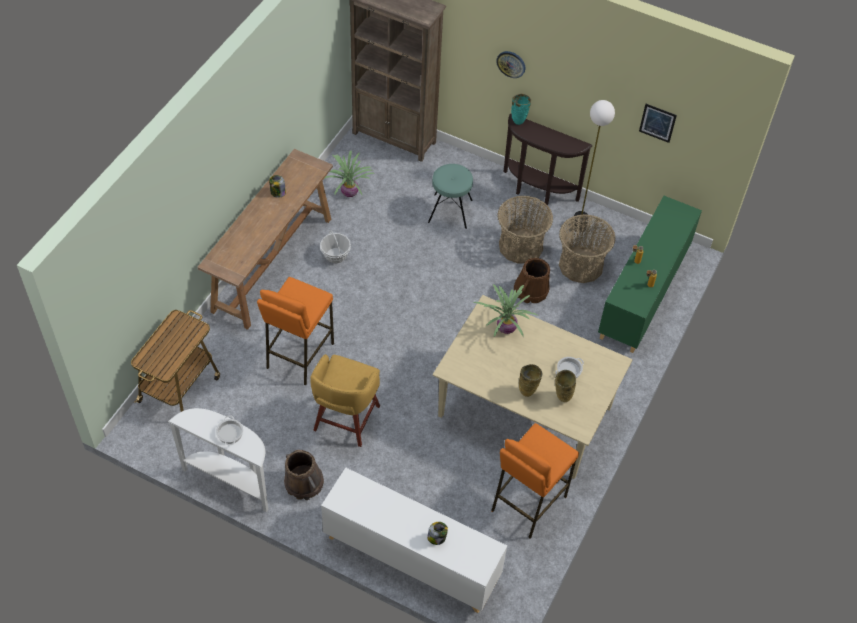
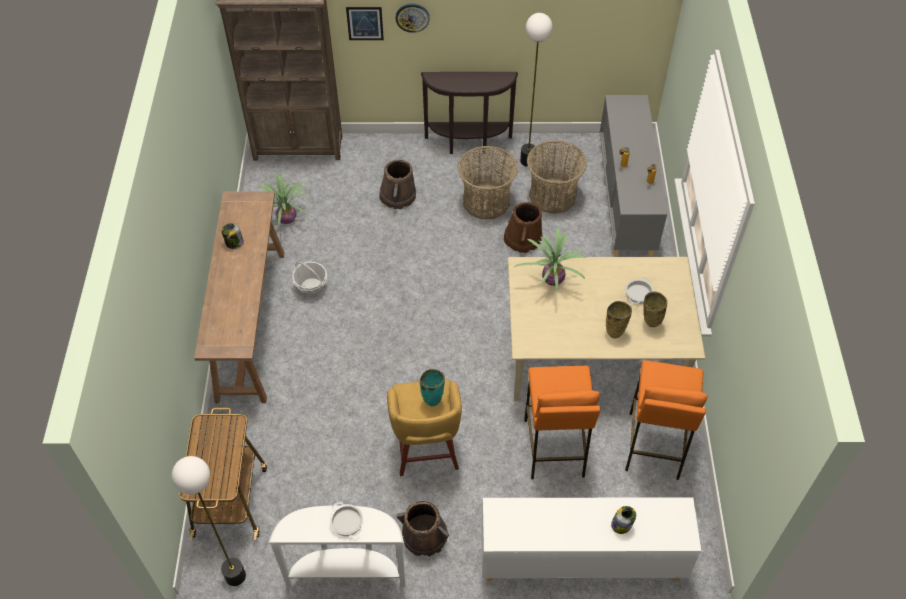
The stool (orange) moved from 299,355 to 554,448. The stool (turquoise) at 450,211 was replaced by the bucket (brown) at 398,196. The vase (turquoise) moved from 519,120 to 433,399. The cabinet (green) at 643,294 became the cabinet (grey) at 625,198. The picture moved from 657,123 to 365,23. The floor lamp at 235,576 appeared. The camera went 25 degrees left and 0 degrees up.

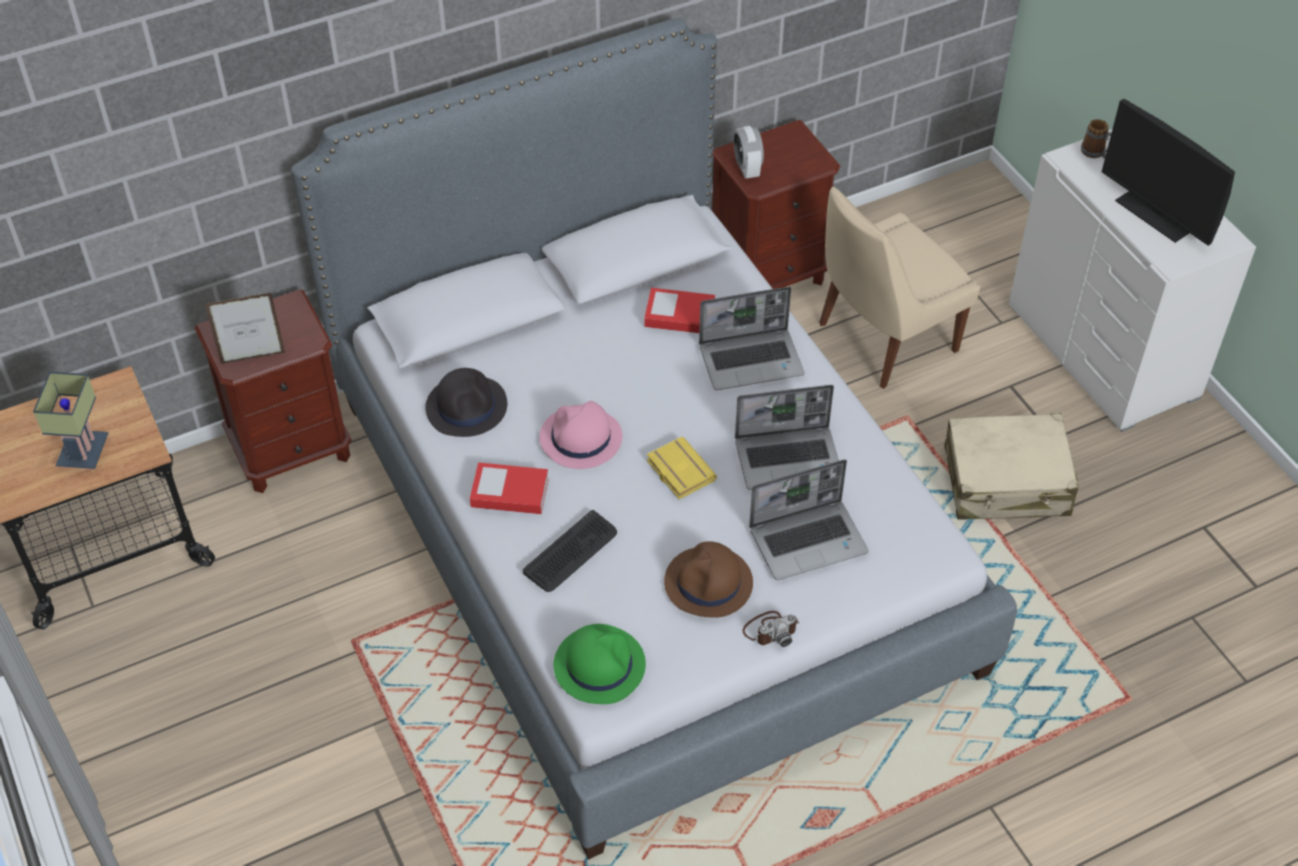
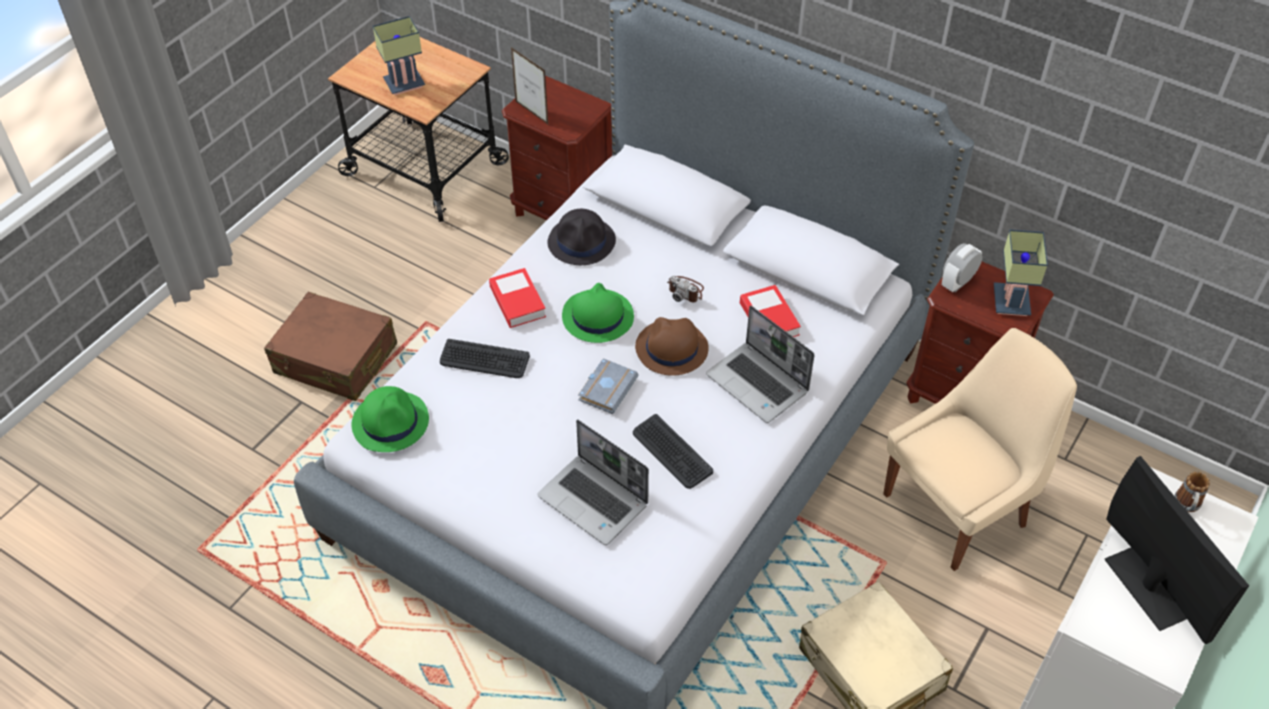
The hat (pink) at 580,438 became the hat (green) at 597,317. The book (yellow) at 678,471 became the book (grey) at 607,388. The hat (brown) moved from 708,583 to 671,349. The laptop at 789,458 was replaced by the keyboard at 671,452. The photo camera moved from 770,630 to 686,291. The chair (beige) at 883,339 turned 120 degrees clockwise. The monitor at 1156,214 turned 135 degrees clockwise. The suitcase (brown) at 336,359 appeared. The table lamp at 1008,300 appeared. The camera went 60 degrees right and 0 degrees up.

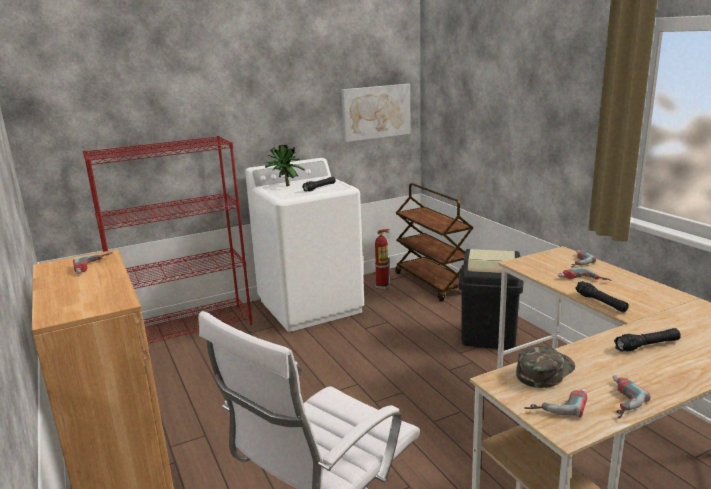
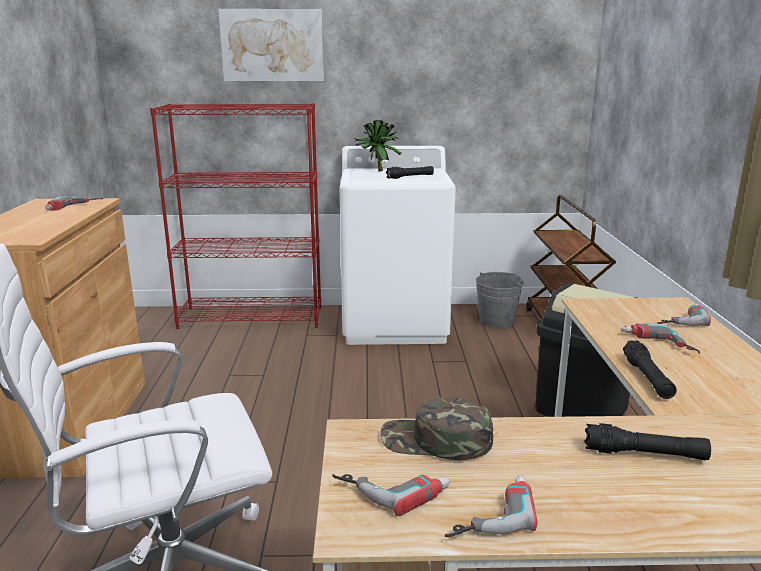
The picture moved from 376,112 to 272,45. The fire extinguisher at 382,286 was replaced by the bucket (grey) at 496,321. The cap (green) at 544,371 turned 150 degrees counterclockwise. The camera went 25 degrees right and 0 degrees up.

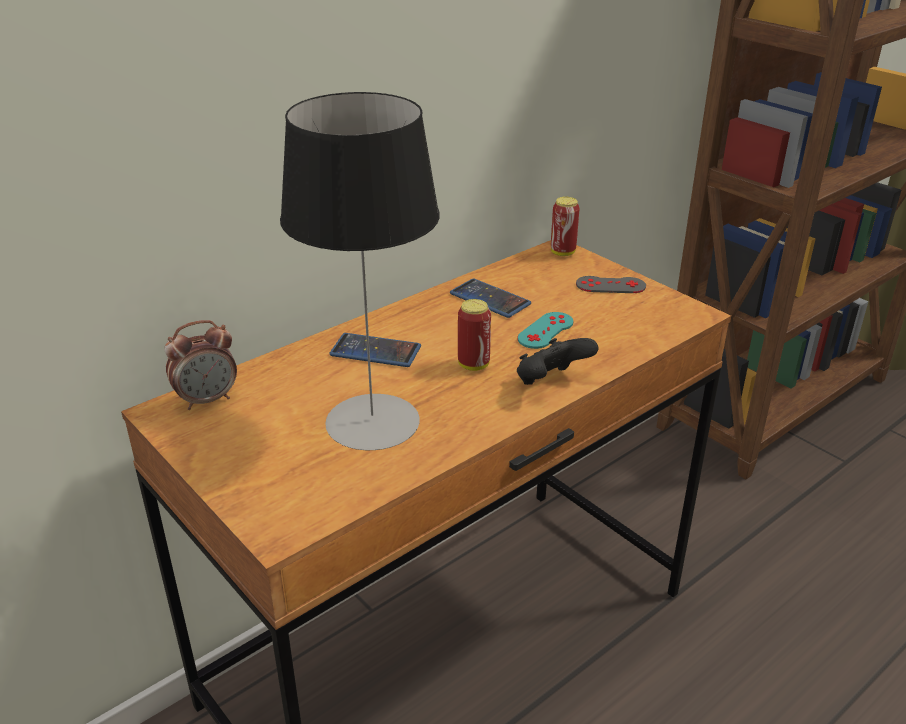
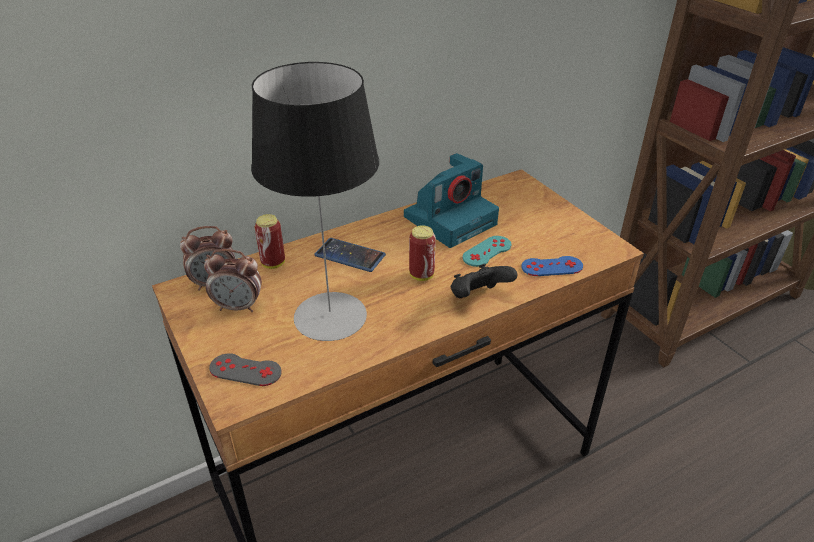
The phone at 490,299 was replaced by the photo camera at 451,219. The can moved from 562,252 to 273,263. The game controller (grey) moved from 610,285 to 245,370. The alarm clock at 239,306 appeared. The game controller (blue) at 552,266 appeared. The camera went 10 degrees right and 5 degrees up.

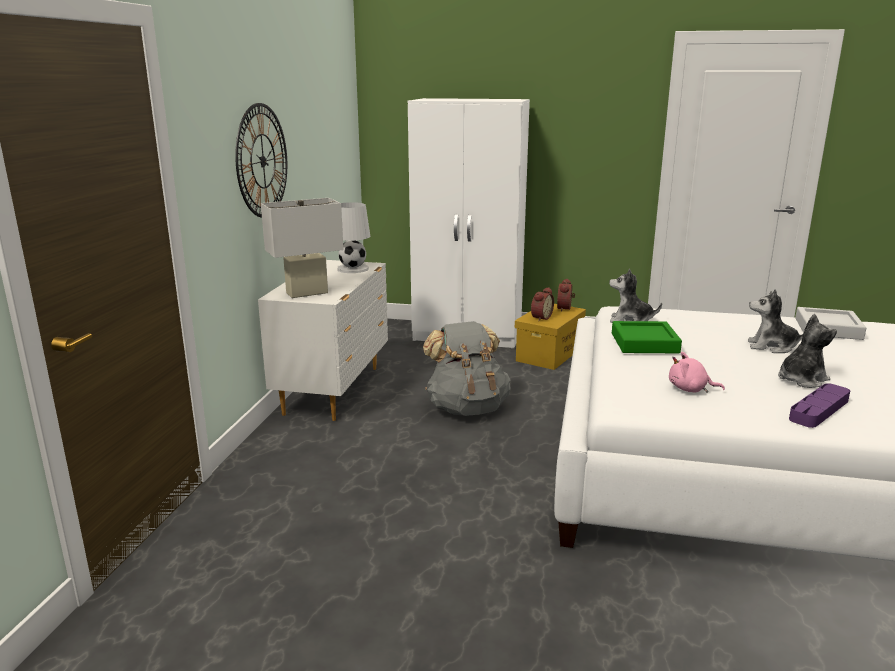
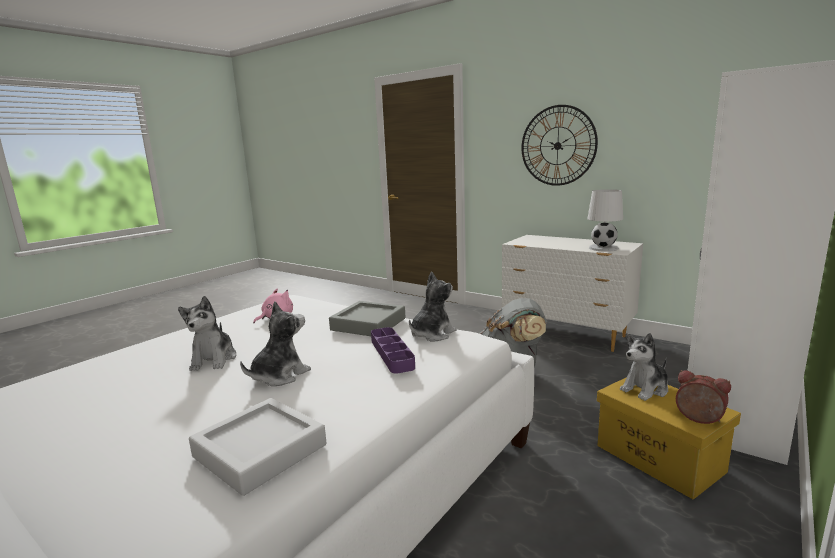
The table lamp (white) at 307,293 disappeared. The alarm clock at 540,318 was replaced by the plush toy at 645,389. The tray (green) at 644,343 became the tray (grey) at 368,324. The tray (purple) moved from 819,410 to 392,353. The camera went 115 degrees right and 5 degrees down.

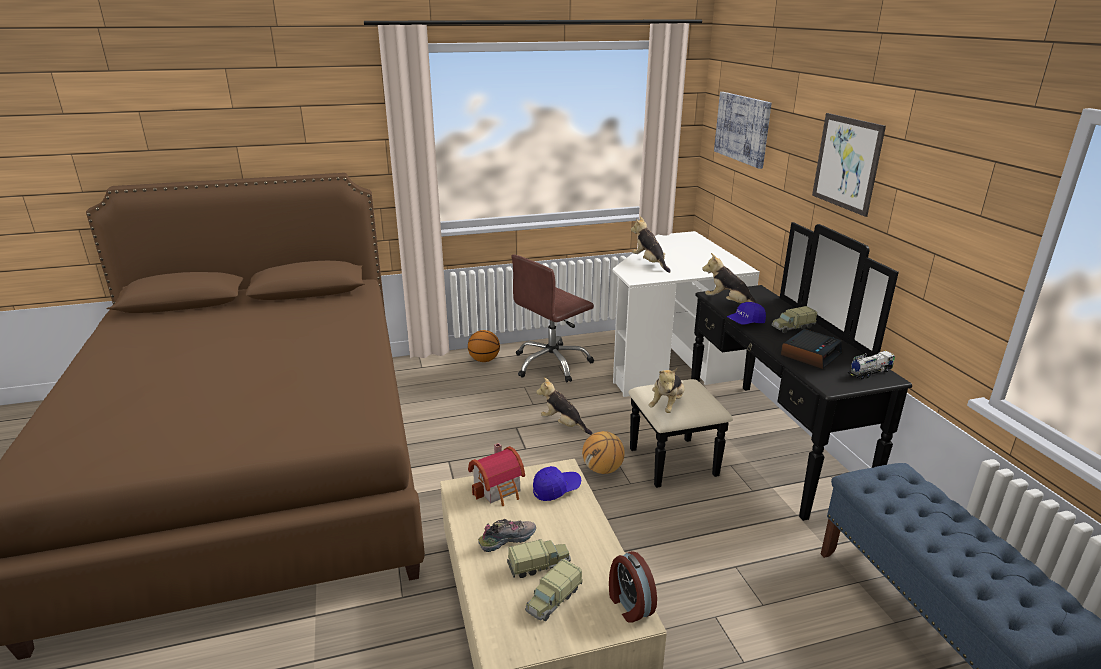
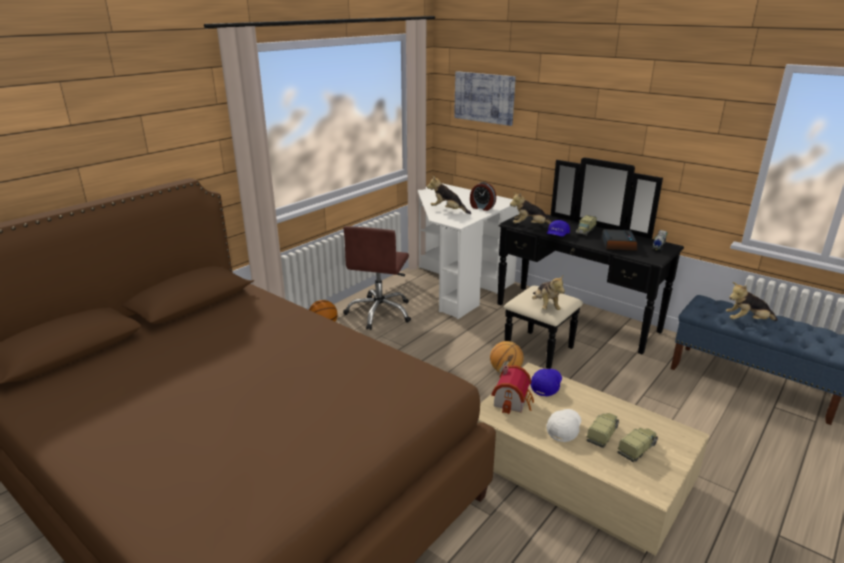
The shoe at 507,539 was replaced by the cap (white) at 564,429. The toy truck at 553,600 turned 135 degrees counterclockwise. The plush toy moved from 563,424 to 747,321. The alarm clock moved from 629,604 to 482,207. The picture at 847,163 disappeared. The camera went 35 degrees left and 0 degrees up.

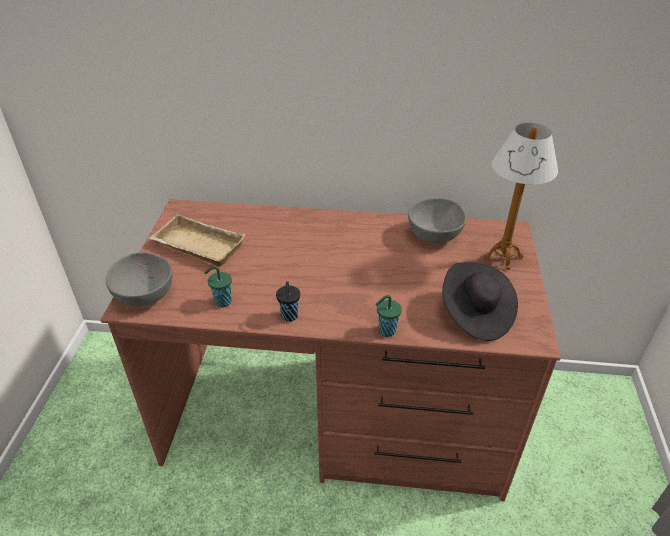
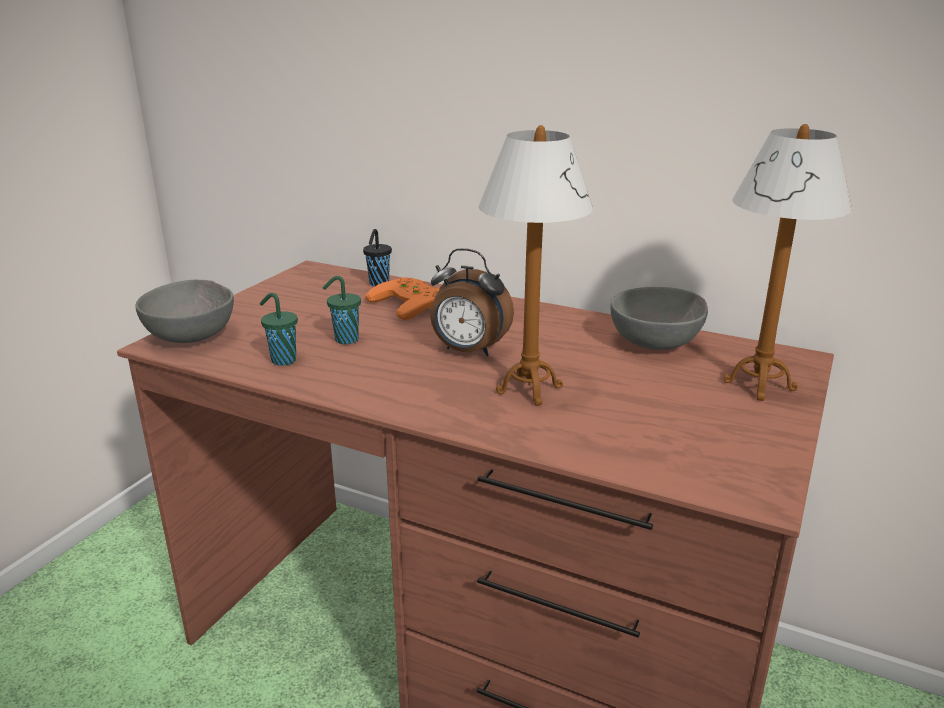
The tray (beige) at 196,246 disappeared. The cup (black) moved from 289,317 to 378,284. The cup (green) moved from 386,331 to 345,340. The hat (black) at 475,314 disappeared. The game controller (orange) at 412,303 appeared. The alarm clock at 468,351 appeared. The table lamp at 528,389 appeared. The camera went 20 degrees right and 15 degrees down.

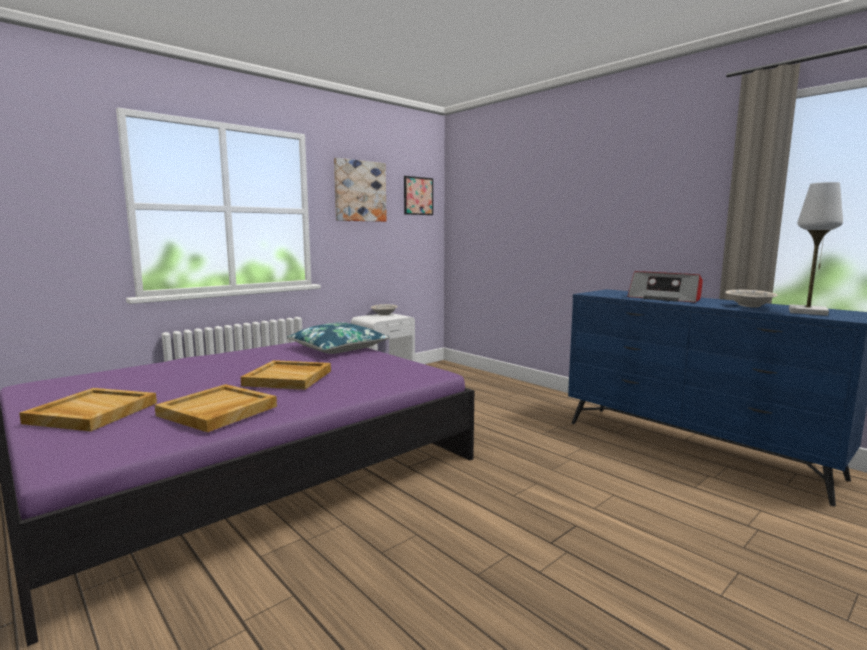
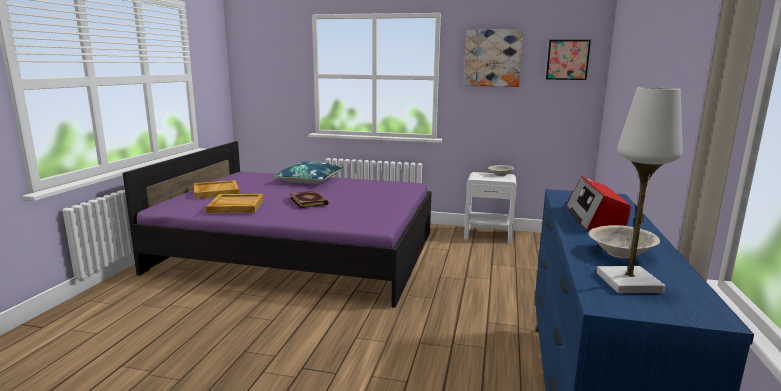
The tray (beige) at 289,378 was replaced by the book at 309,201. The pillow (blue) moved from 338,349 to 309,180. The camera went 55 degrees right and 5 degrees up.

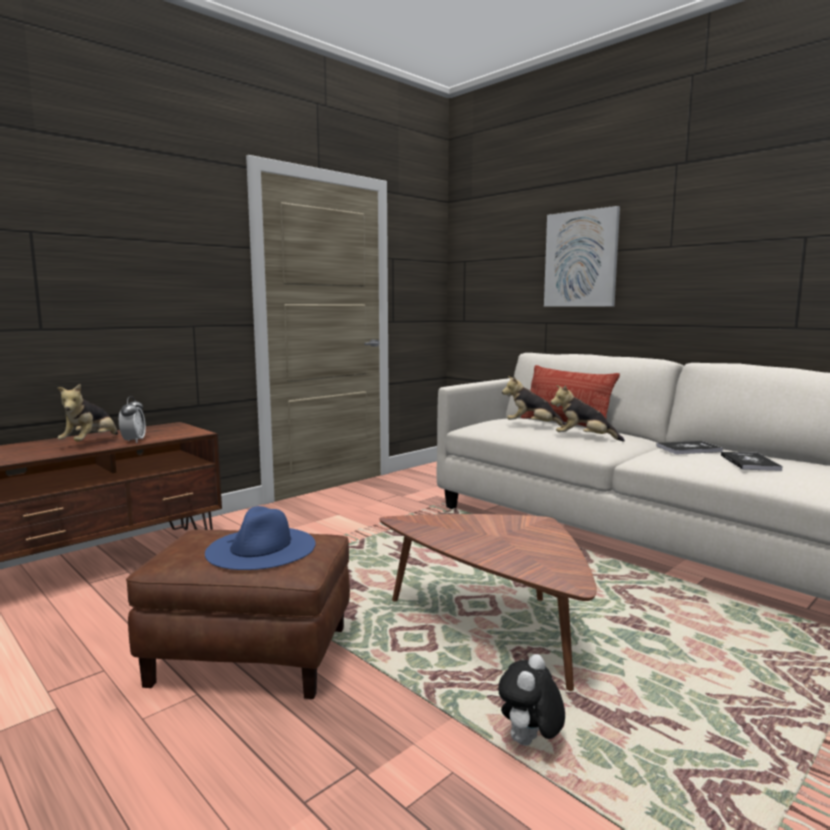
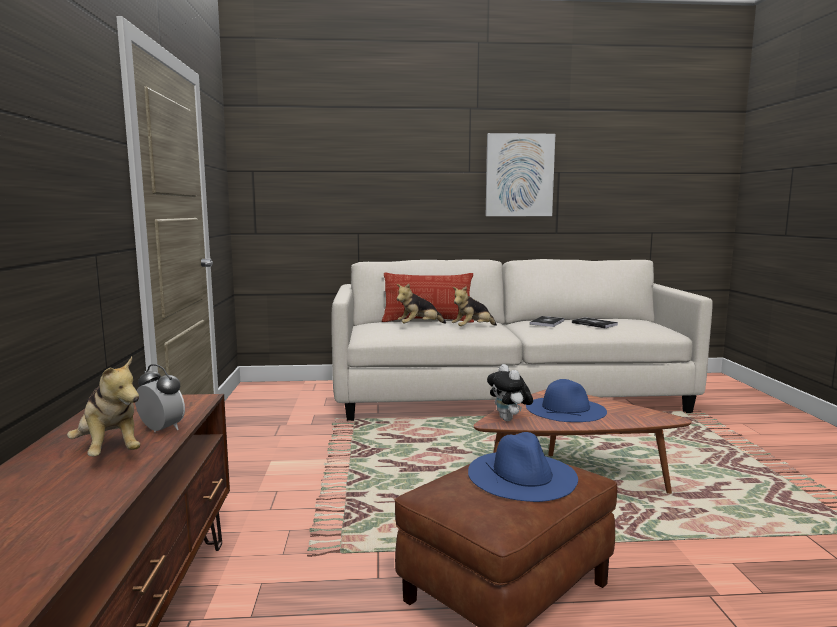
The plush toy moved from 529,743 to 509,419. The picture moved from 581,259 to 519,175. The hat (blue) at 565,409 appeared. The camera went 50 degrees left and 0 degrees up.

